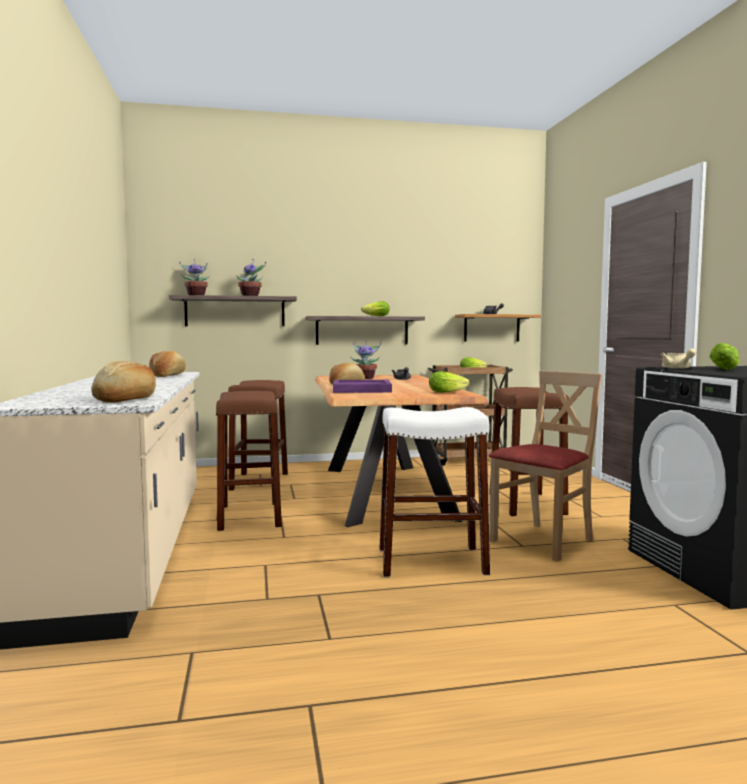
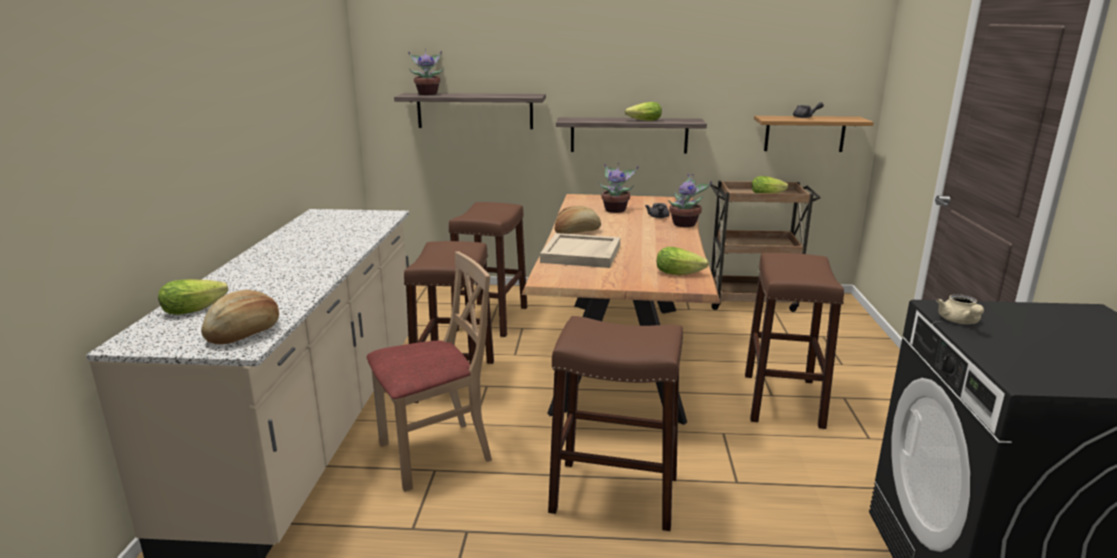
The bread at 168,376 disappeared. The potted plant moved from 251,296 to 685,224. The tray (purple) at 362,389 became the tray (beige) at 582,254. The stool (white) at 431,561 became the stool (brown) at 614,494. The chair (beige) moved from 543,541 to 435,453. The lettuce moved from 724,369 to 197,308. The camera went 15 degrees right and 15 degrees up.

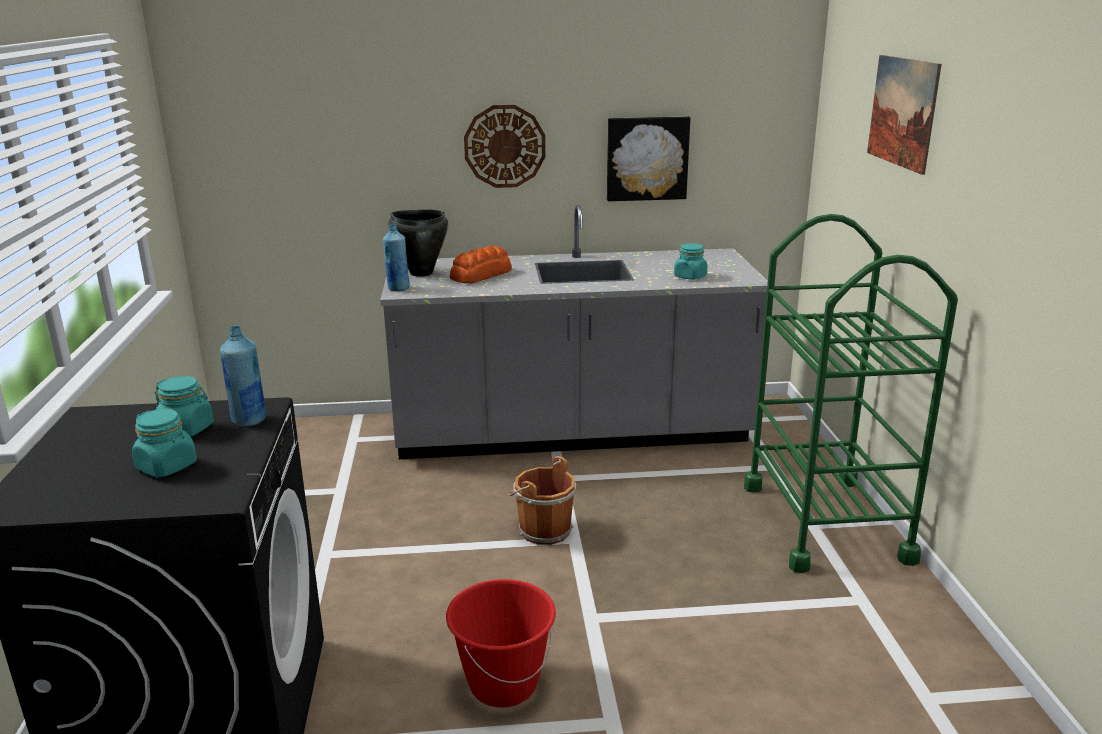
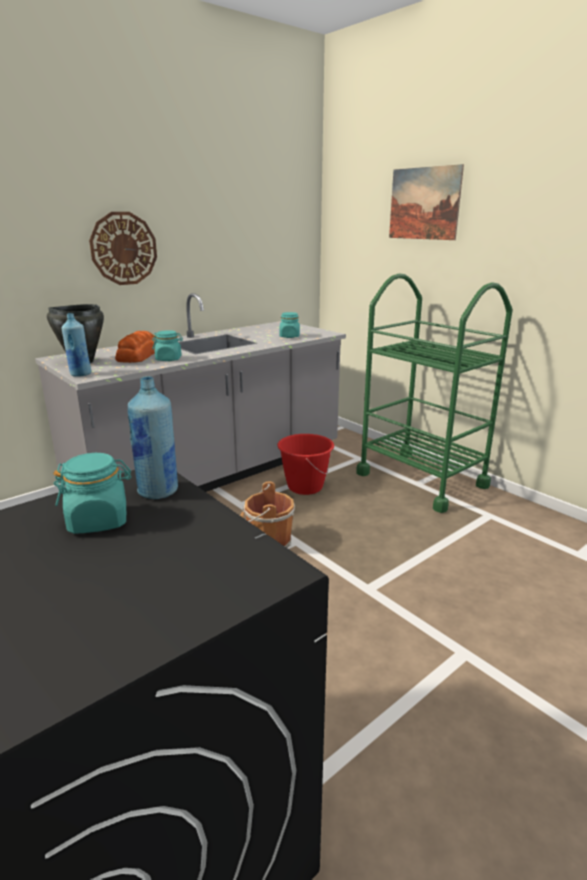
The jar (turquoise) moved from 167,466 to 169,359. The bucket (red) moved from 503,684 to 305,487. The picture at 647,158 disappeared. The camera went 35 degrees left and 0 degrees up.

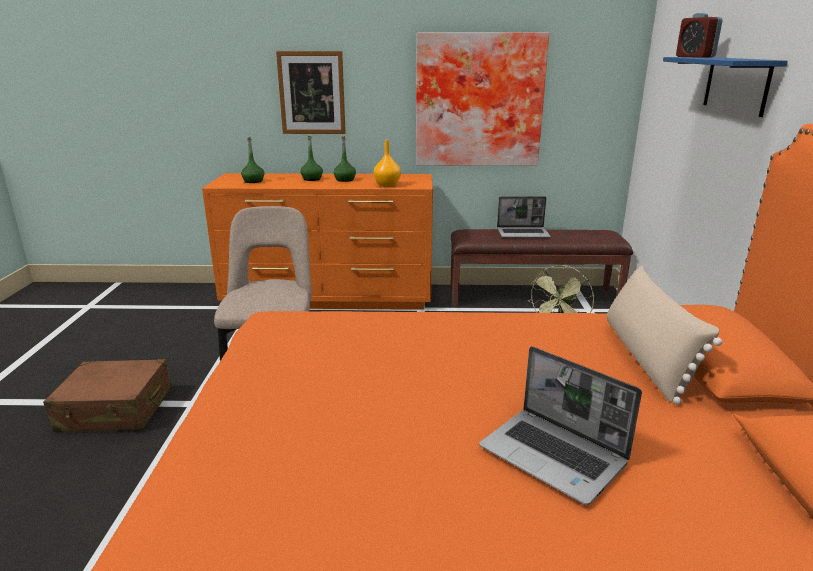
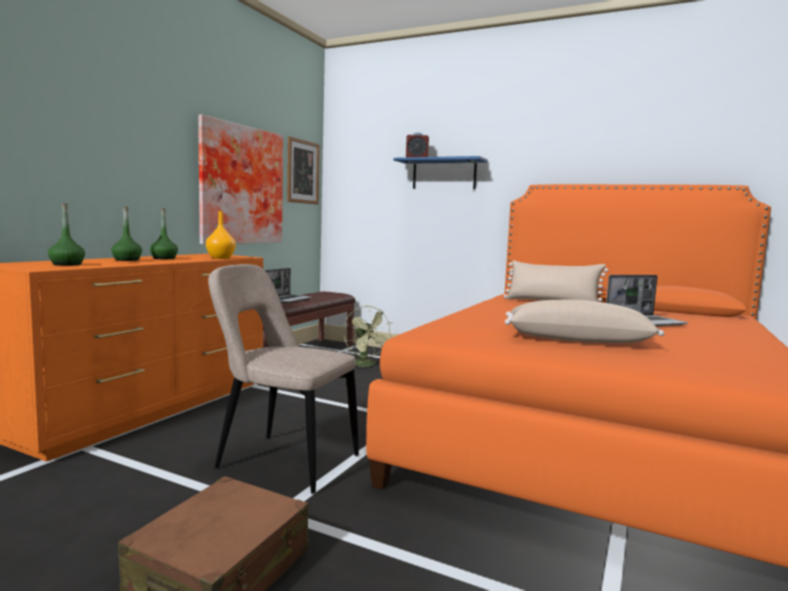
The picture moved from 312,93 to 303,172. The pillow (beige) at 577,340 appeared. The camera went 65 degrees left and 15 degrees down.

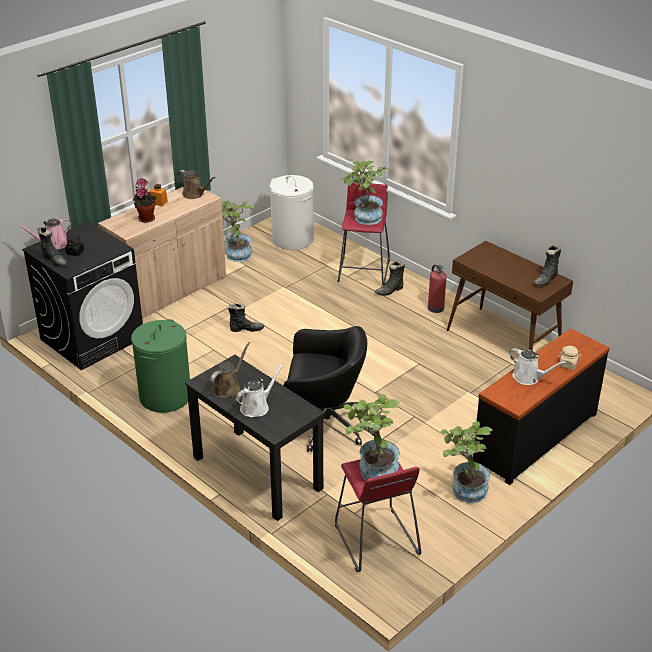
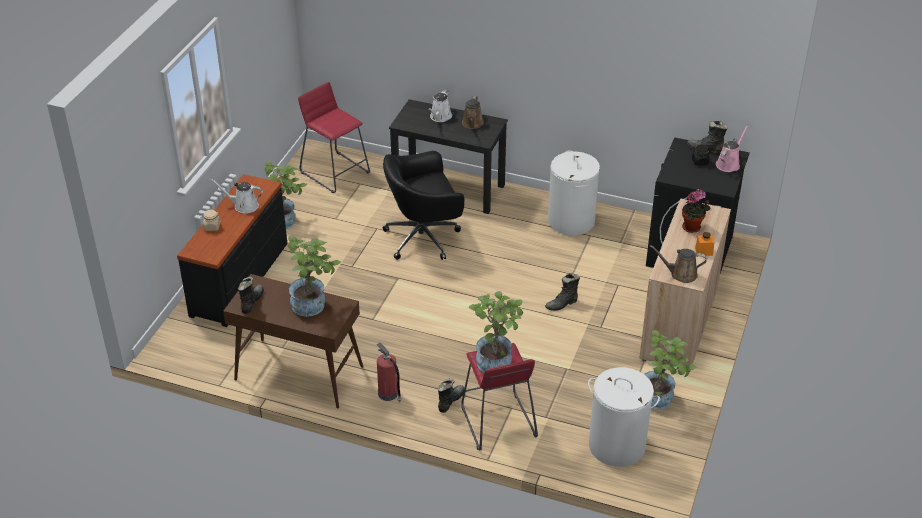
The laundry basket (green) at 165,396 became the laundry basket (white) at 571,221. The potted plant moved from 372,470 to 313,305. The camera went 155 degrees right and 5 degrees up.

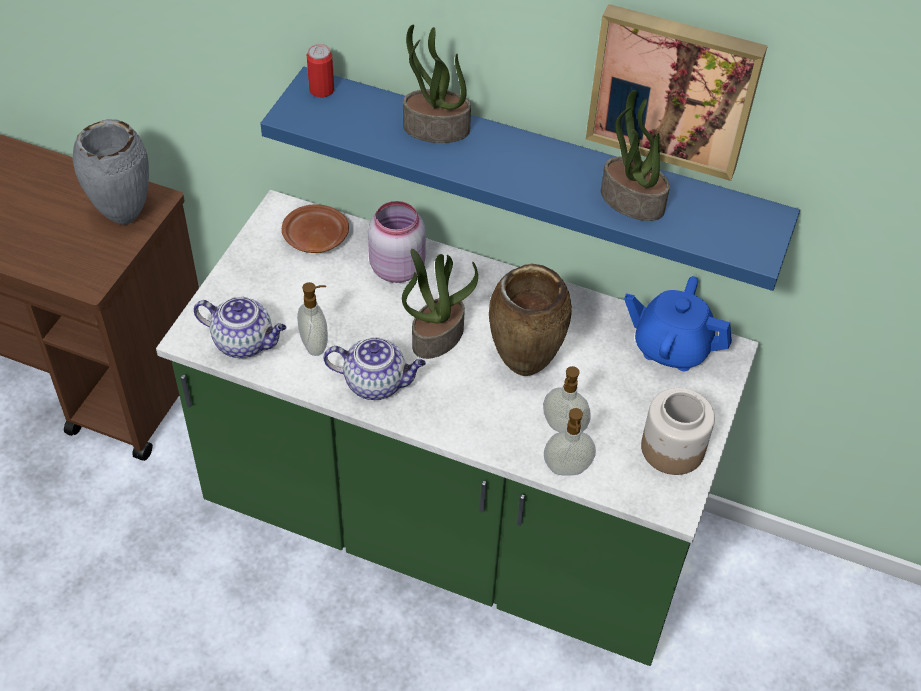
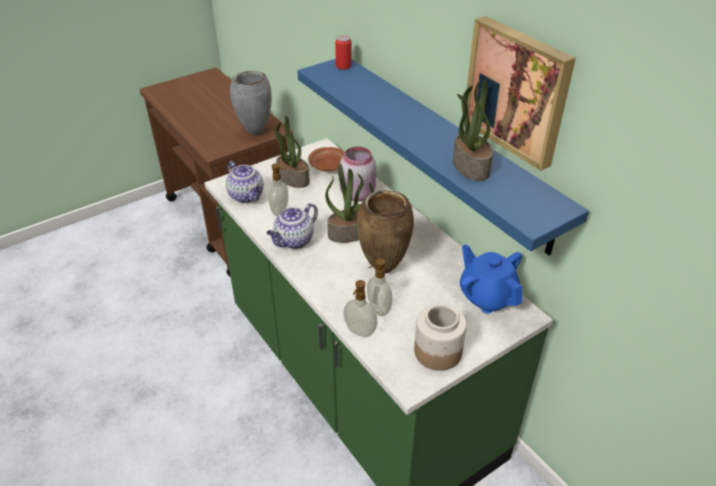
The teapot at 376,383 turned 90 degrees clockwise. The potted plant moved from 435,129 to 292,179. The camera went 35 degrees right and 10 degrees down.

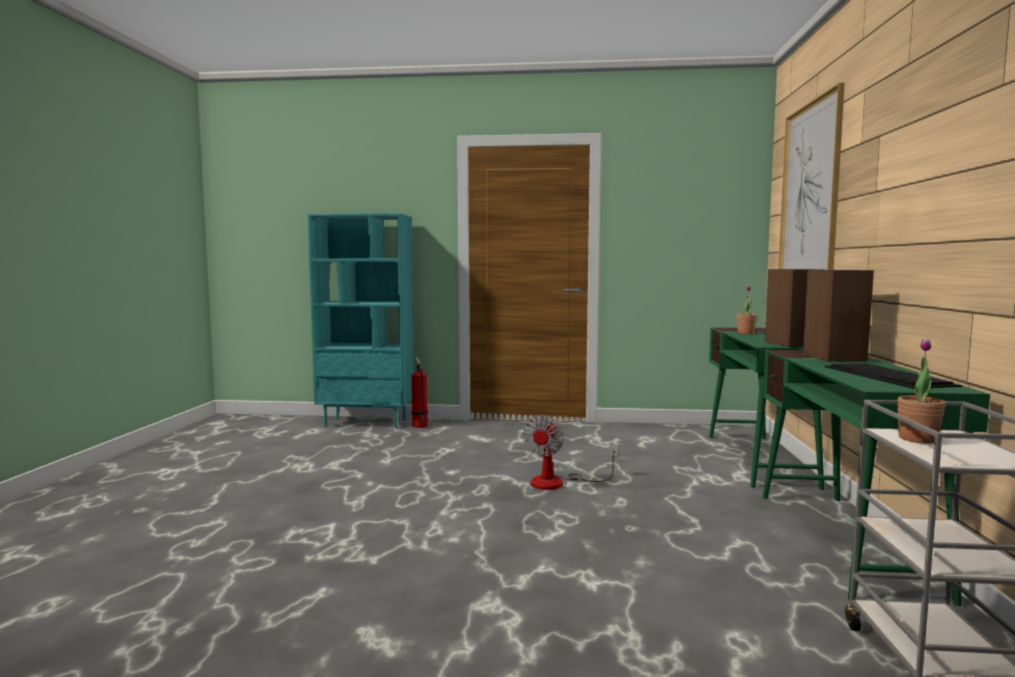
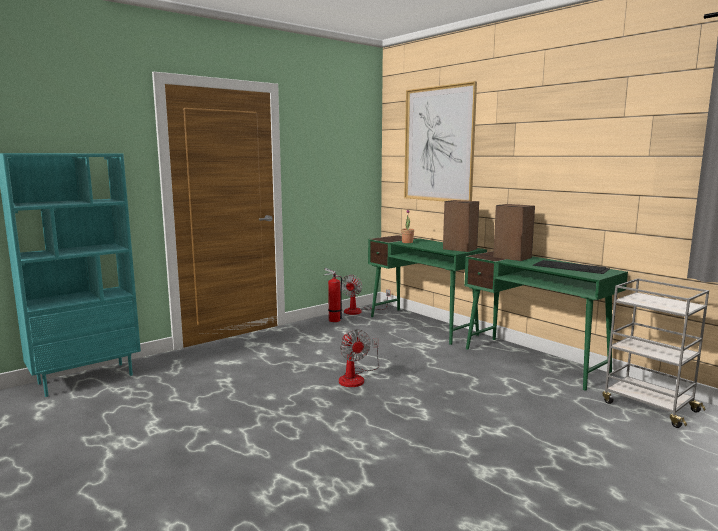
The fire extinguisher moved from 419,425 to 333,320. The potted plant at 918,439 disappeared. The fan at 359,311 appeared. The camera went 45 degrees left and 5 degrees up.

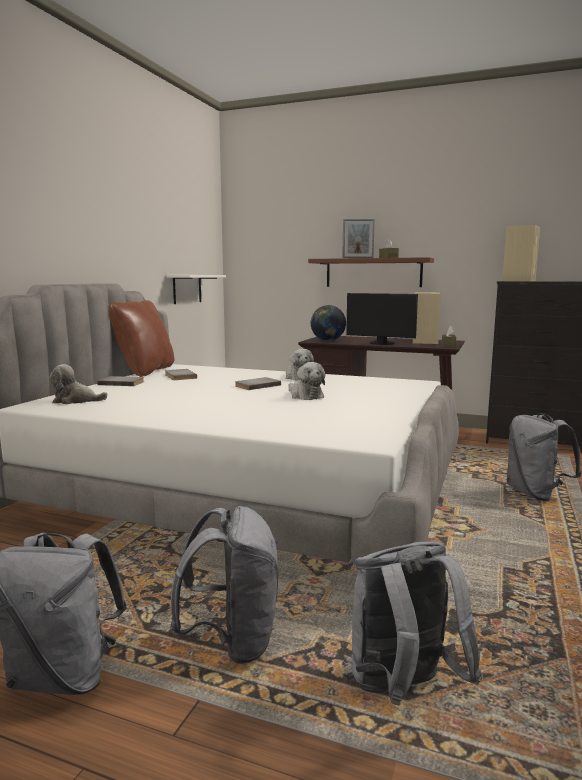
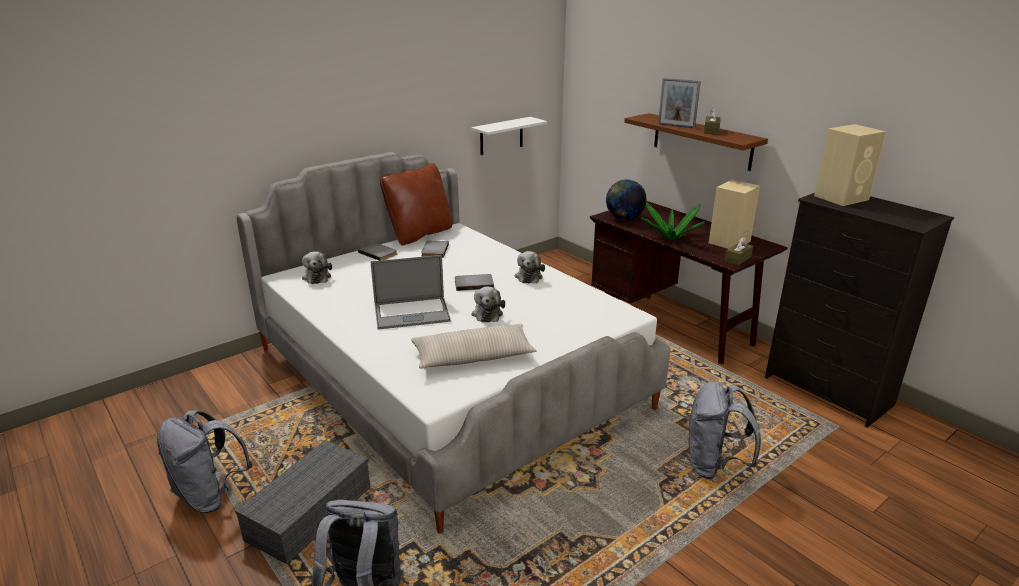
The plush toy at 75,401 turned 135 degrees counterclockwise. The backpack (grey) at 232,641 was replaced by the storage box (grey) at 310,511. The monitor at 381,343 was replaced by the potted plant at 670,237. The laptop at 412,314 appeared. The pillow (beige) at 473,356 appeared. The camera went 30 degrees right and 15 degrees up.

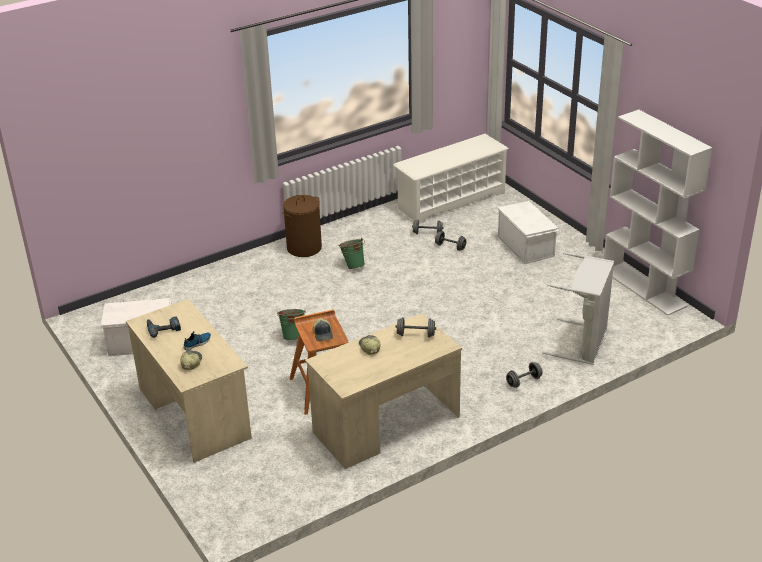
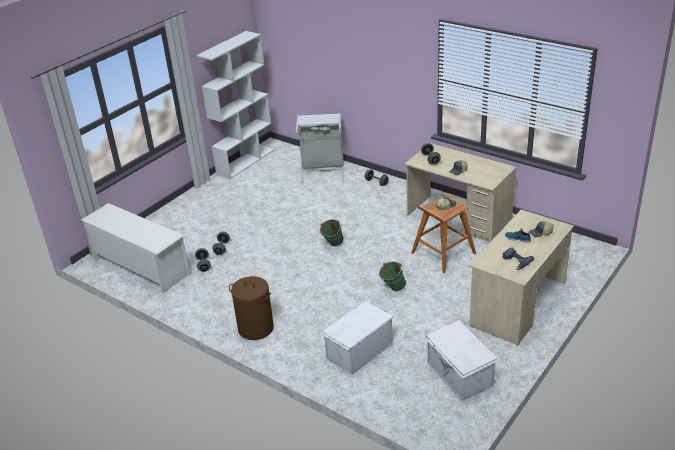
The bucket (green) moved from 353,265 to 332,245. The storage box (white) moved from 526,246 to 358,350. The camera went 110 degrees left and 0 degrees up.

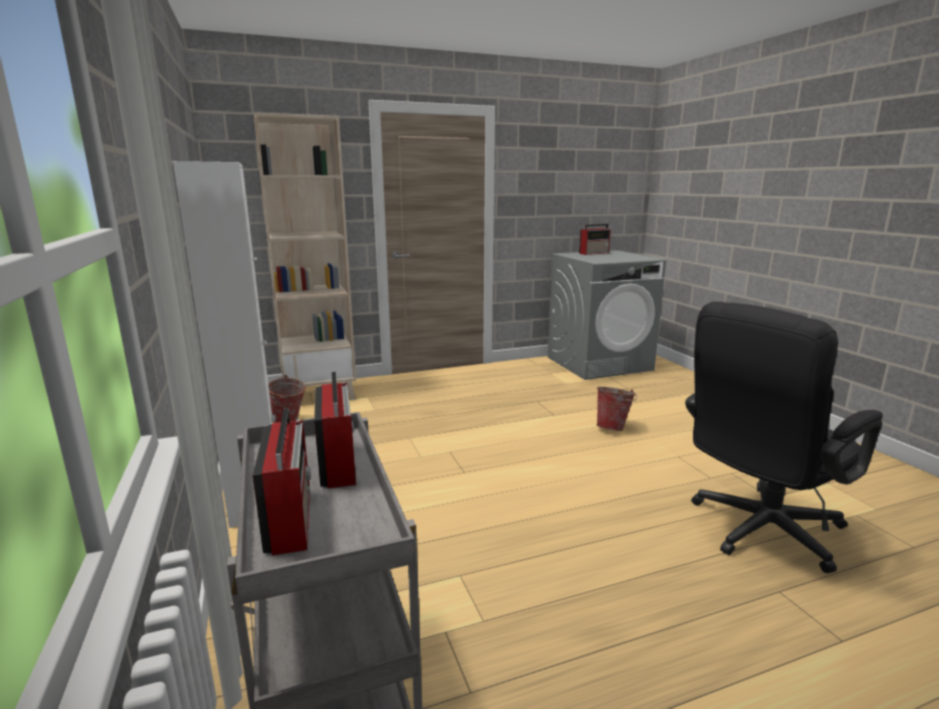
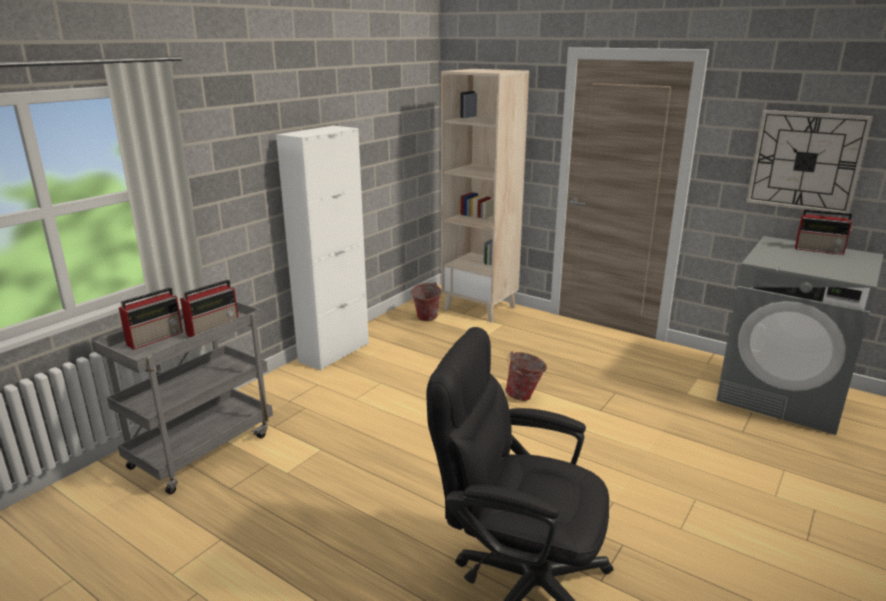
The bucket moved from 613,427 to 525,396. The wall clock at 805,161 appeared. The camera went 55 degrees right and 5 degrees up.

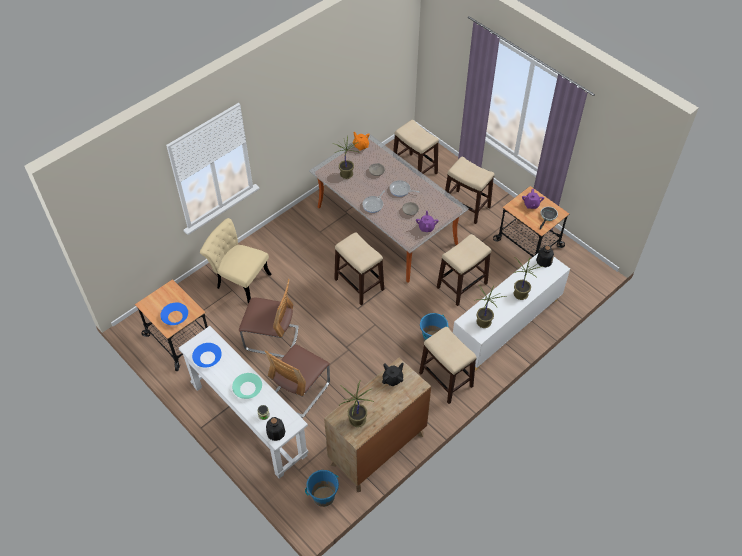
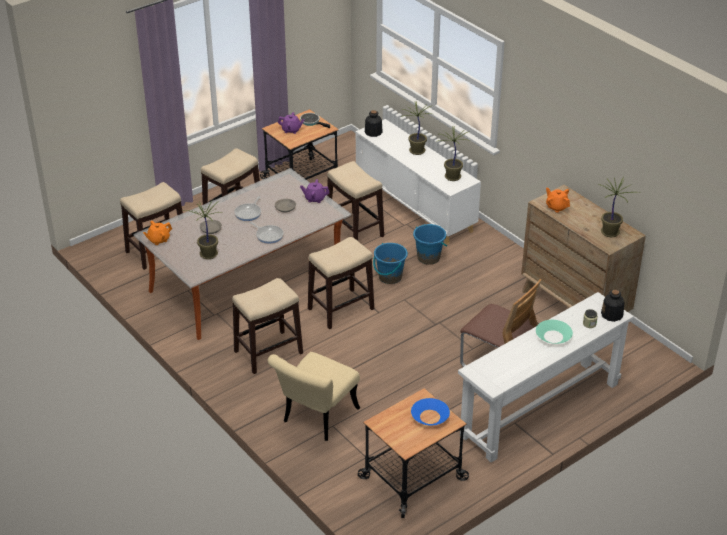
The bowl (blue) at 207,357 disappeared. The chair at 271,338 disappeared. The bucket (blue) moved from 323,496 to 390,277. The teapot (black) at 393,379 became the teapot (orange) at 556,207. The stool moved from 445,379 to 268,352. The camera went 85 degrees left and 15 degrees down.

